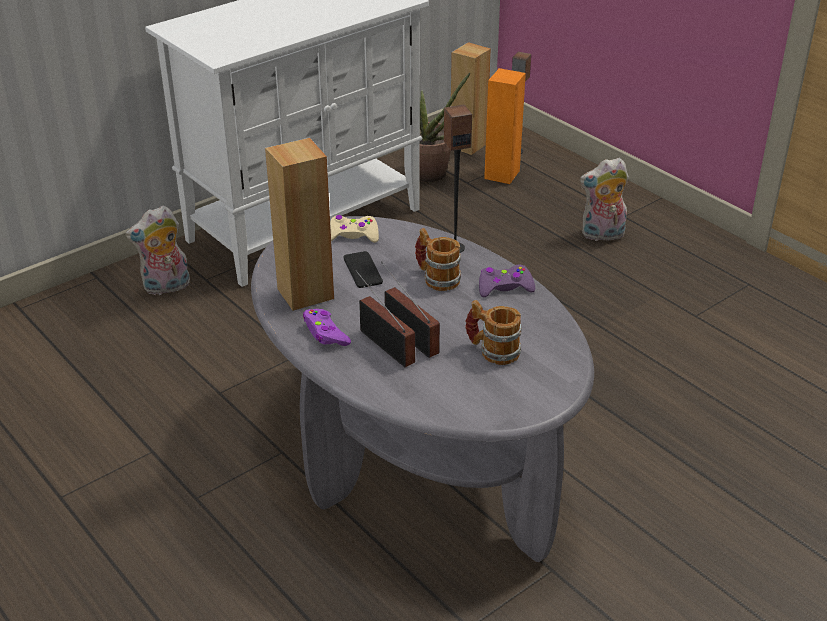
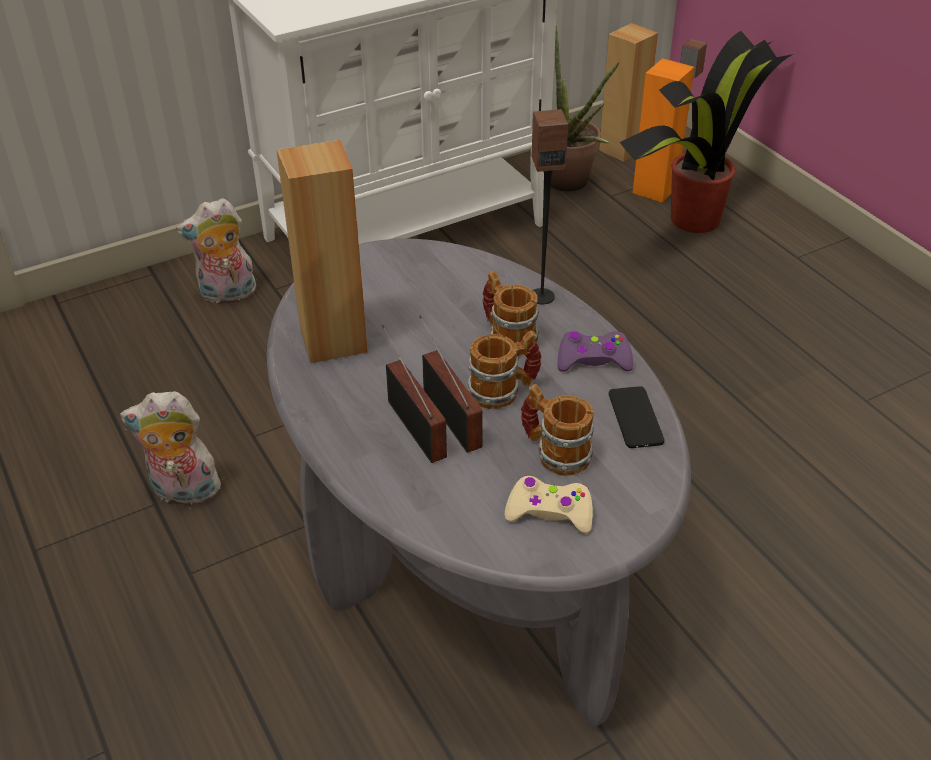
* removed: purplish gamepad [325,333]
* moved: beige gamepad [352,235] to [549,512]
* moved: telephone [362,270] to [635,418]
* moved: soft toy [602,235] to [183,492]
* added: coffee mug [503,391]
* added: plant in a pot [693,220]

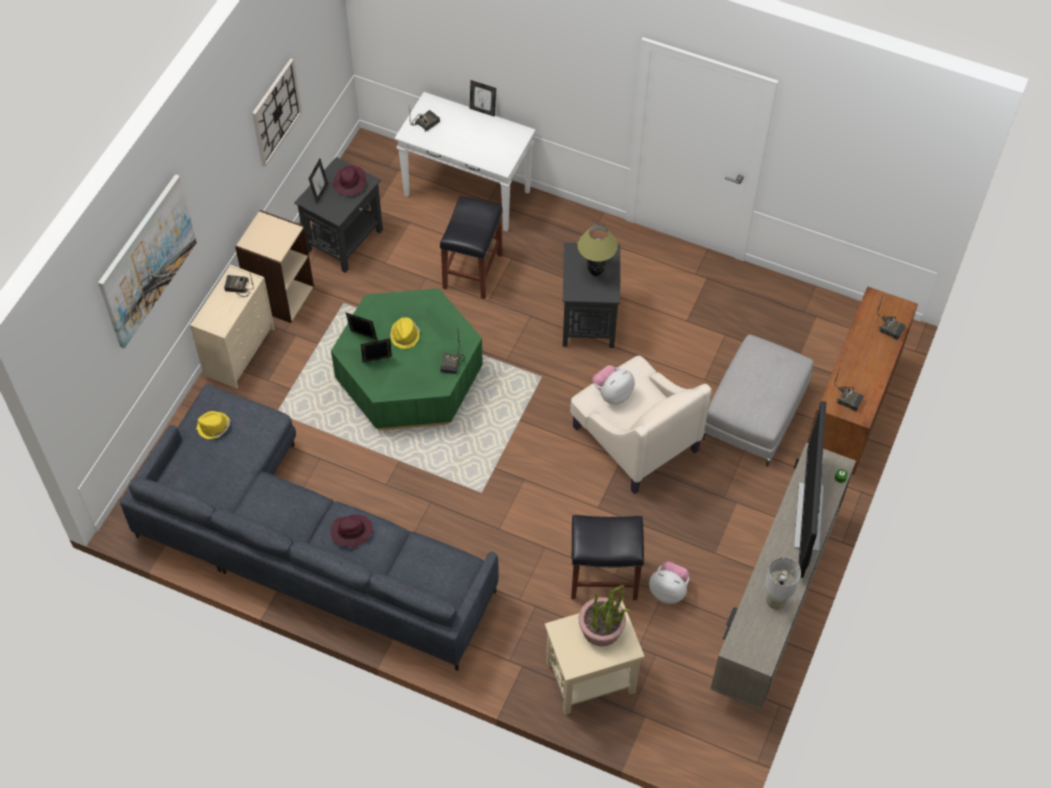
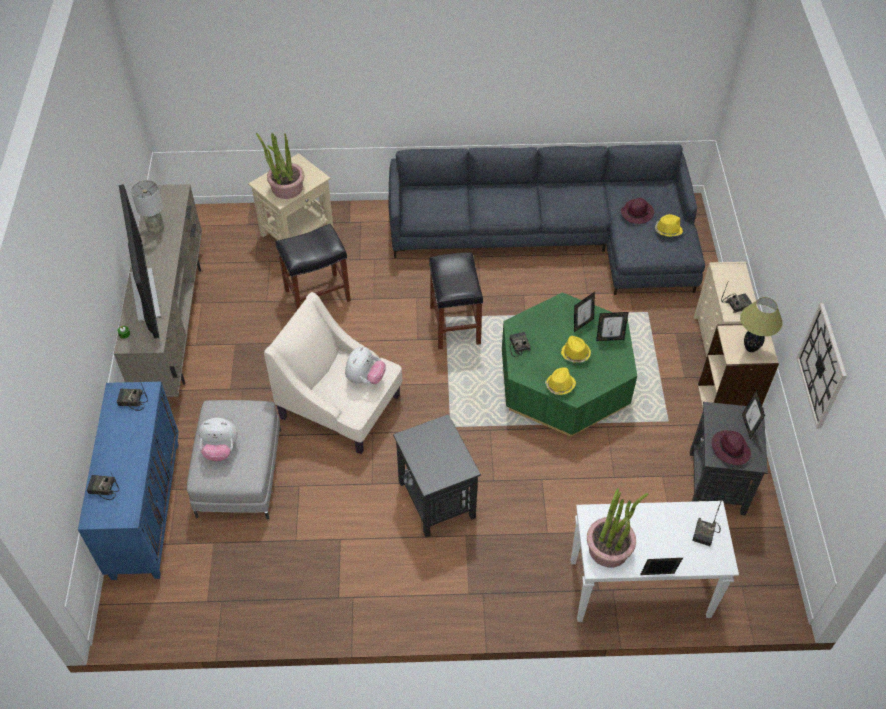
* removed: picture [147,260]
* moved: purplish hat [351,532] to [637,213]
* moved: blackish stool seat [472,270] to [455,325]
* moved: table lamp [595,272] to [750,348]
* moved: soft toy [668,590] to [220,449]
* recoloured: brown-coloured storage cabinet [850,414] to blue-coloured storage cabinet [145,508]
* added: yellow-coloured hat [559,385]
* added: plant in a pot [609,548]

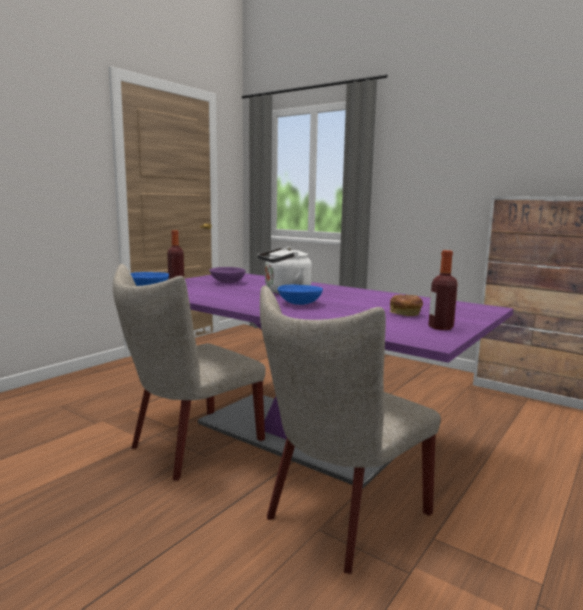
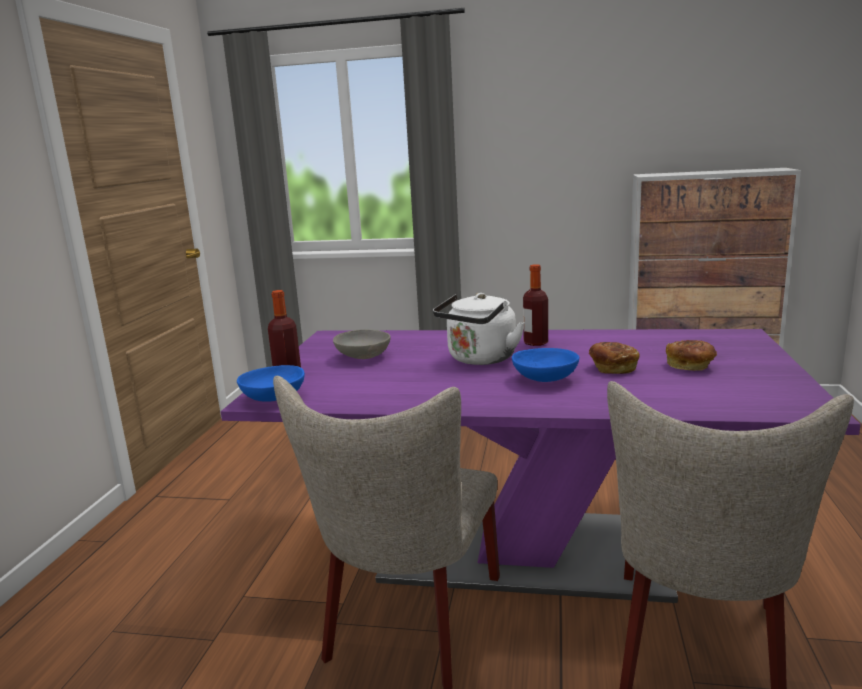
* recoloured: purplish bowl [228,282] to greyish bowl [363,356]
* moved: bottle [440,327] to [535,343]
* added: bakery bread [612,368]

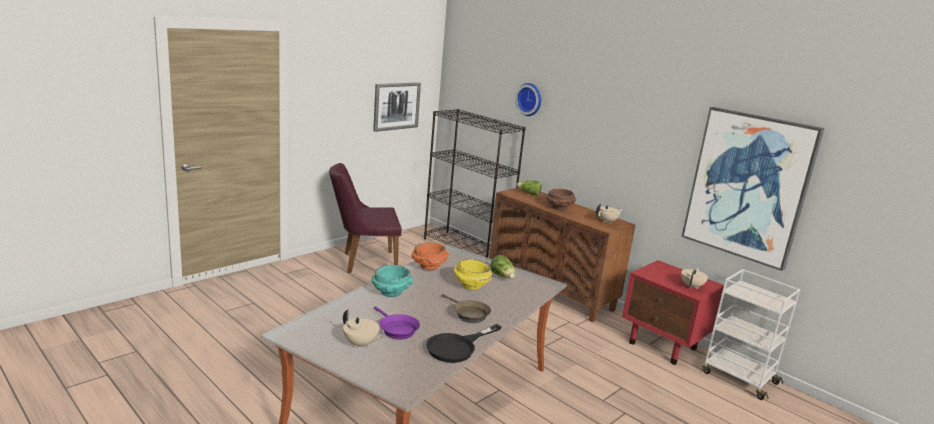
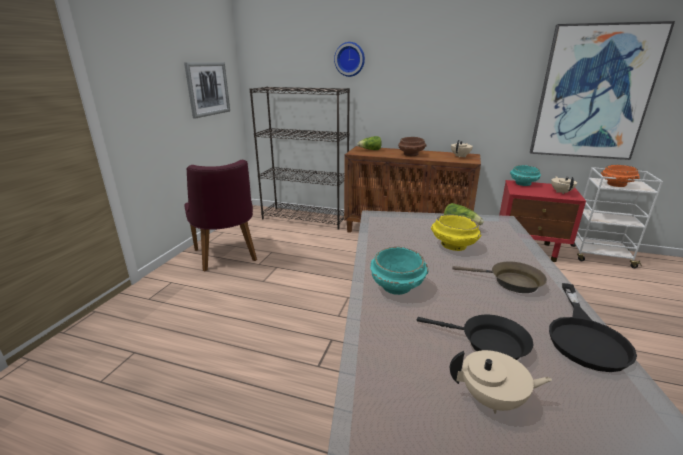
* turned: purplish chair [364,262] = [227,257] 75 degrees counterclockwise
* recoloured: purplish pan [396,329] to blackish pan [488,343]
* moved: orange-coloured bowl [429,267] to [617,185]
* added: blue-green bowl [523,184]

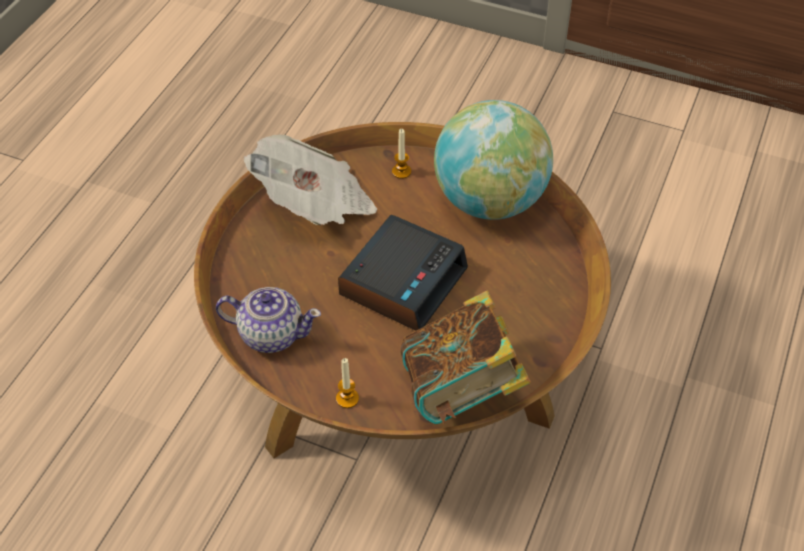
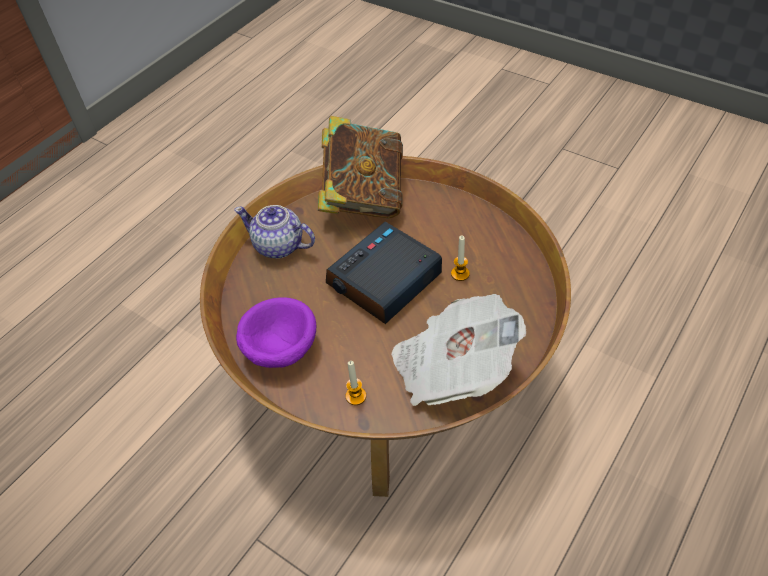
* moved: pot for tea [271,334] to [279,246]
* moved: wax light [347,398] to [460,274]
* replaced: world globe [489,201] to purplish bowl [280,349]

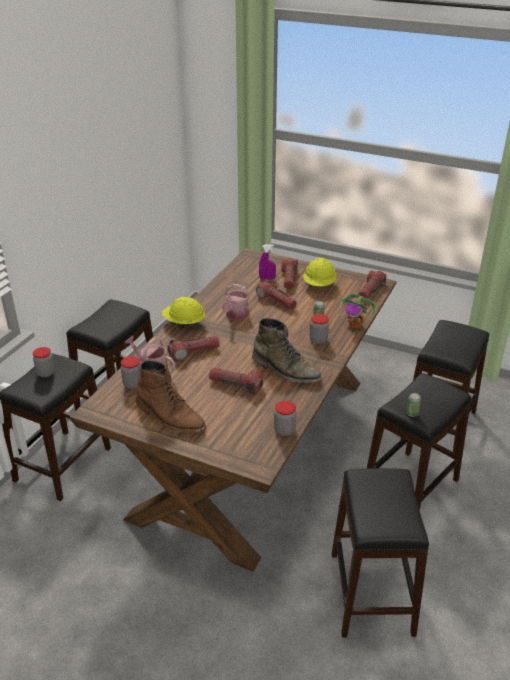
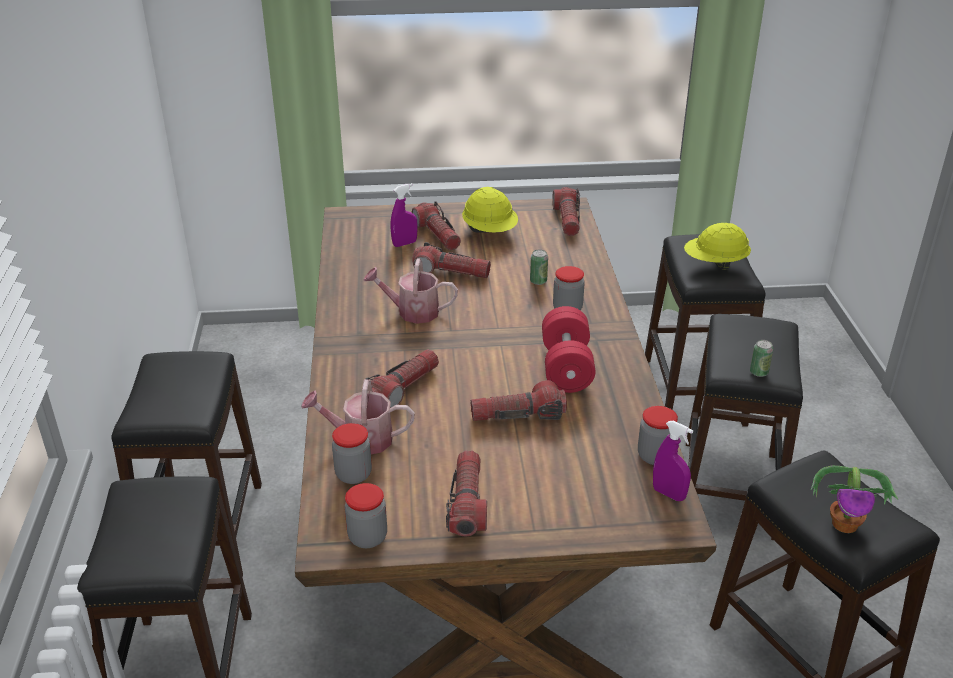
* moved: storage jar [46,373] to [367,537]
* replaced: brown-coloured tall boot [170,417] to flashlight [467,503]
* moved: yellow-coloured safety helmet [184,323] to [715,264]
* turned: sprinkling can [236,315] = [412,312] 105 degrees clockwise
* replaced: greenish tall boot [285,370] to red-coloured dumbbell [566,367]
* moved: plant in a pot [355,325] to [845,524]
* added: purplish hand sprayer [668,494]

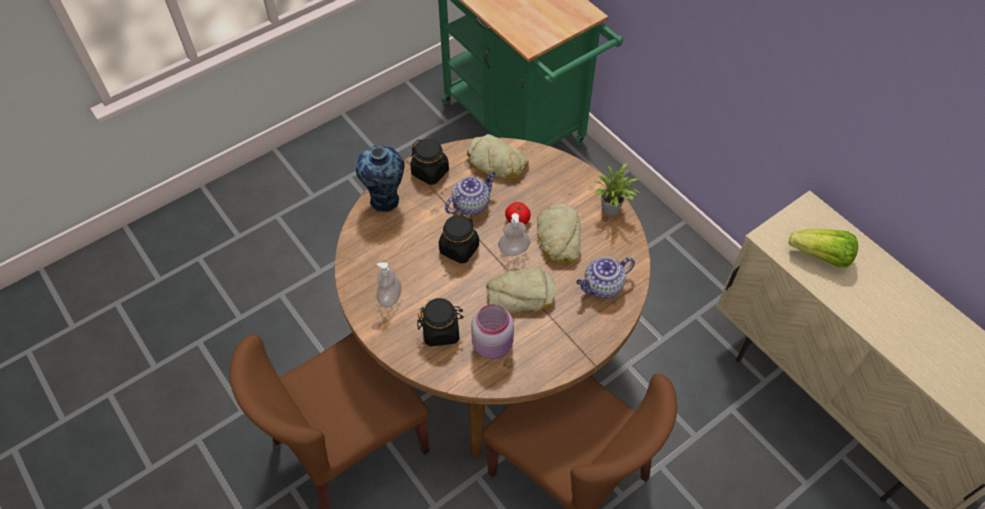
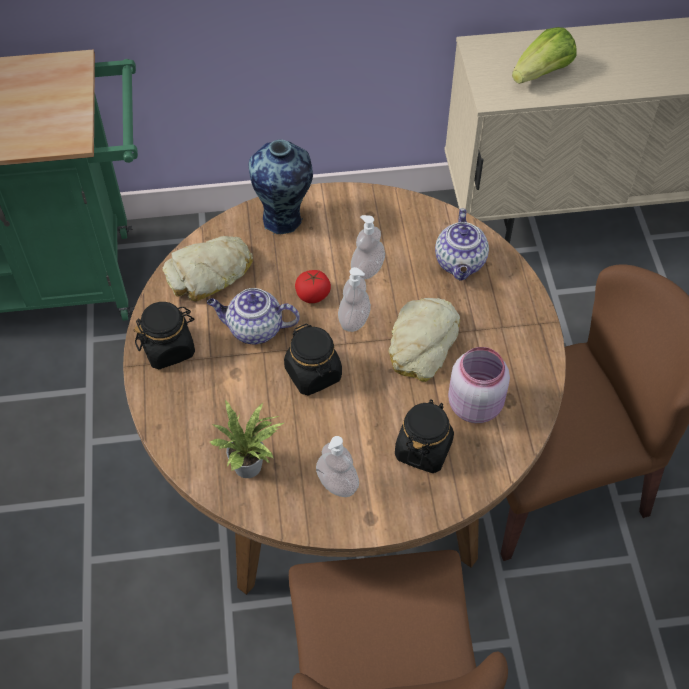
* moved: flower vase [386,201] to [284,219]
* turned: pot for tea [471,204] = [254,329] 75 degrees counterclockwise
* replaced: bakery bread [558,238] to liquid soap bottle [367,269]
* moved: plant in a pot [611,210] to [251,466]

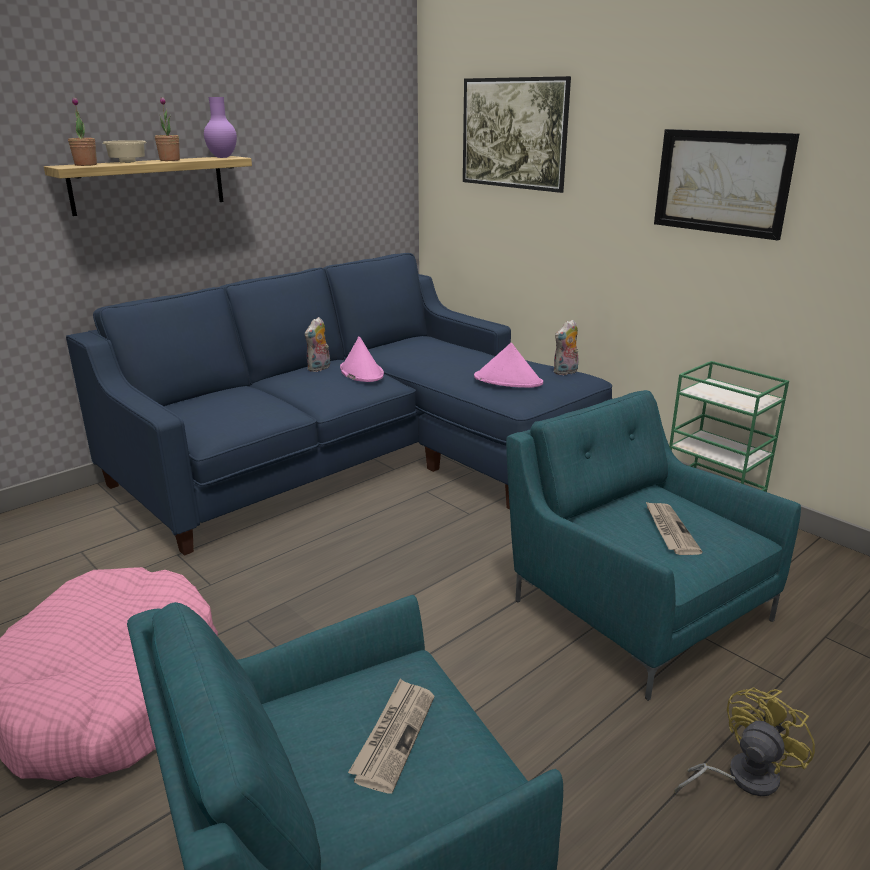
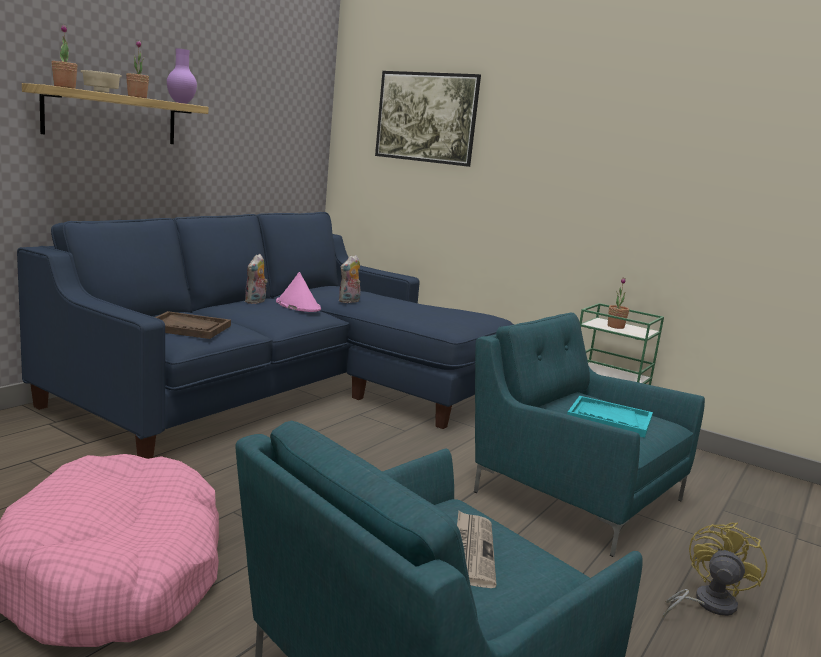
* removed: pink-coloured hat [508,380]
* moved: soft toy [565,372] to [349,301]
* replaced: newspaper [669,530] to blue-green carrying tray [609,419]
* removed: picture [722,182]
* added: brown-coloured carrying tray [188,327]
* added: plant in a pot [615,326]

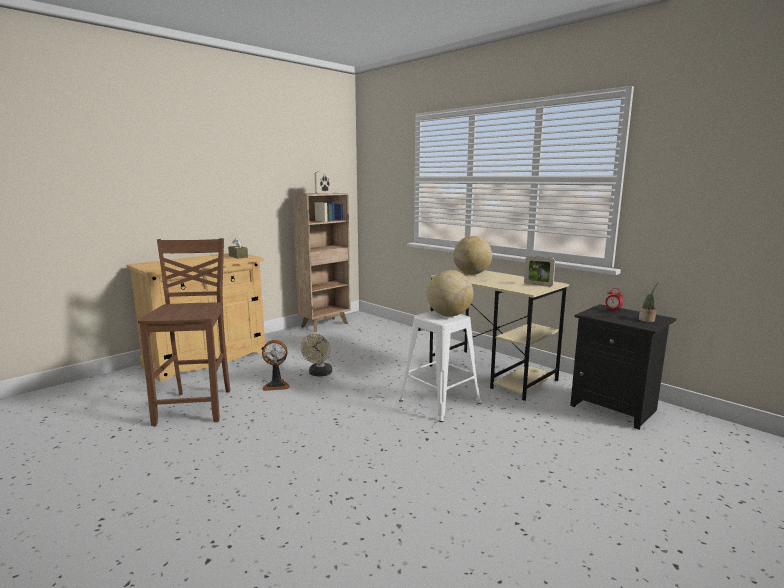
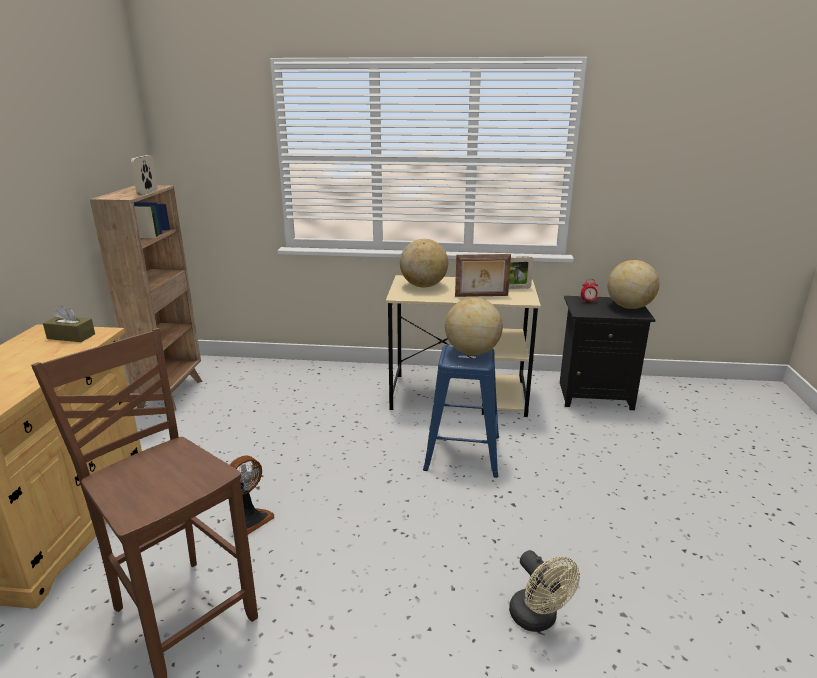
* moved: beige cooling fan [319,374] to [538,619]
* recoloured: white-coloured stool seat [438,401] to blue-coloured stool seat [461,453]
* replaced: plant in a pot [647,320] to world globe [629,307]
* added: standing frame [481,296]

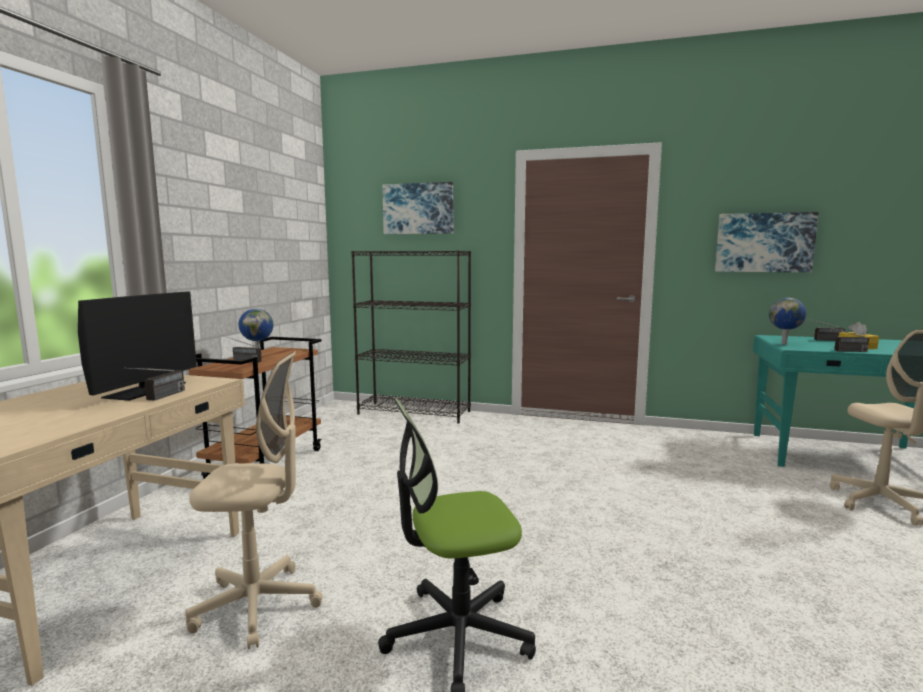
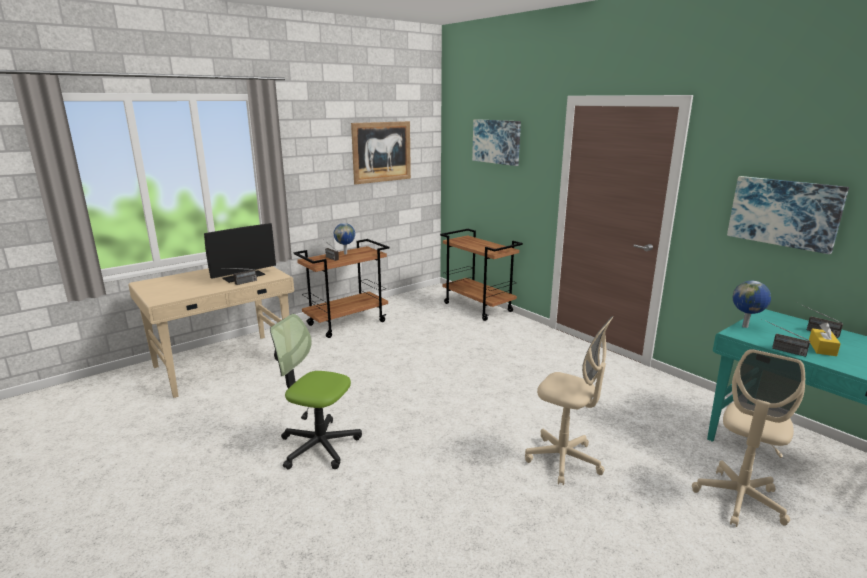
* moved: beige office chair [257,606] to [563,460]
* replaced: blackish bookcase [415,412] to brown-coloured trolley [478,307]
* added: picture [381,152]

